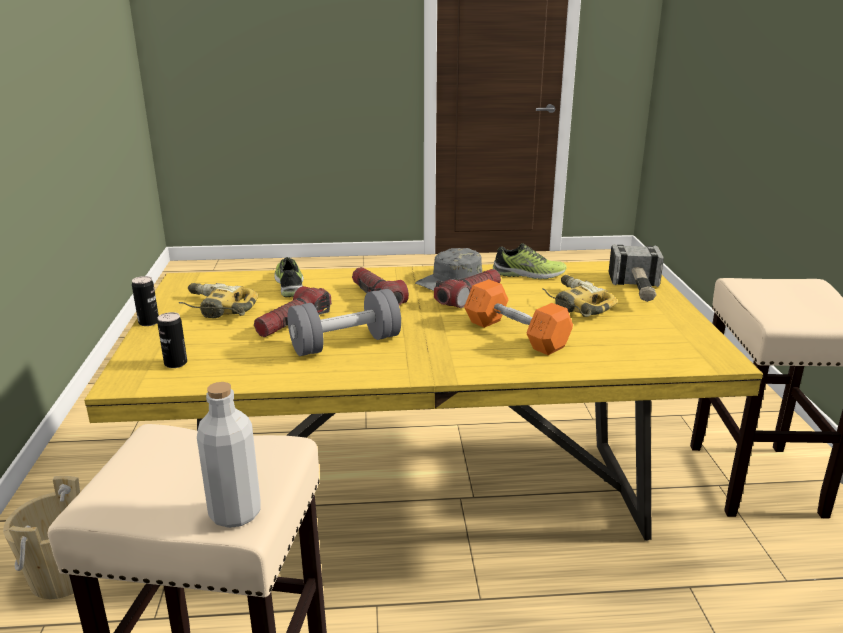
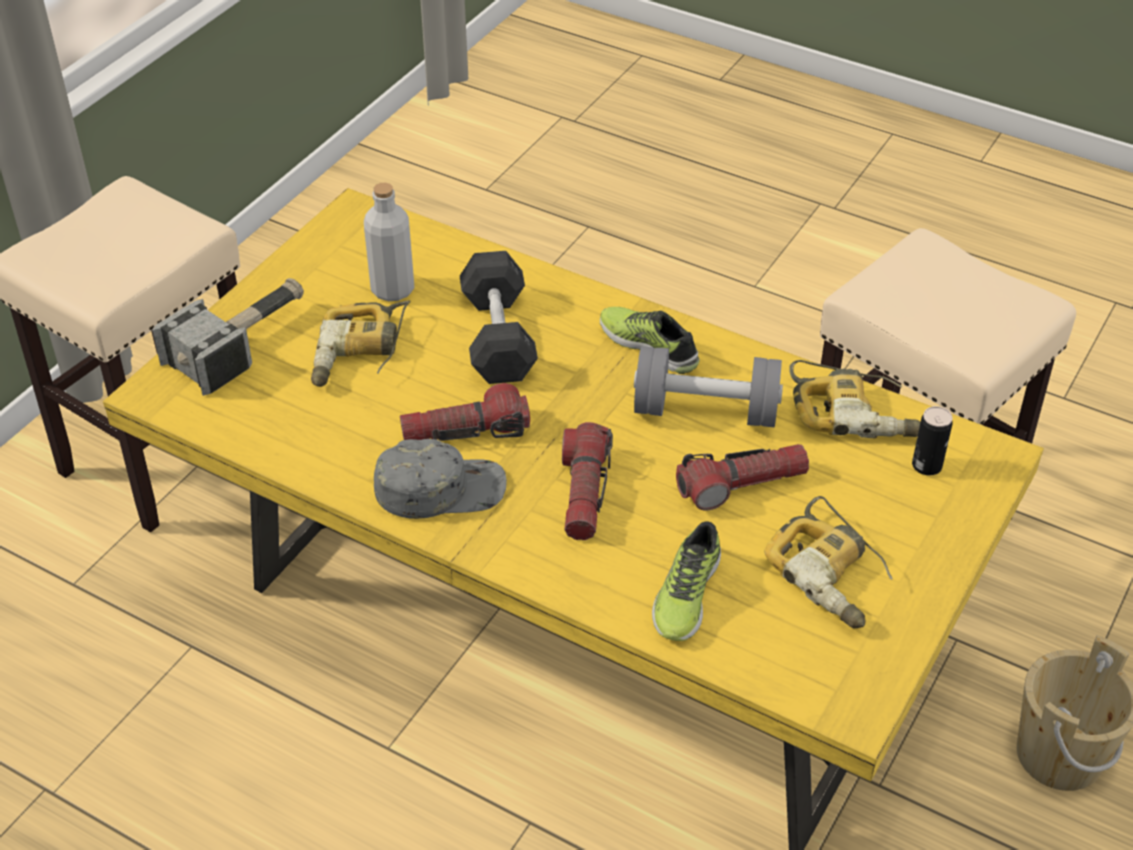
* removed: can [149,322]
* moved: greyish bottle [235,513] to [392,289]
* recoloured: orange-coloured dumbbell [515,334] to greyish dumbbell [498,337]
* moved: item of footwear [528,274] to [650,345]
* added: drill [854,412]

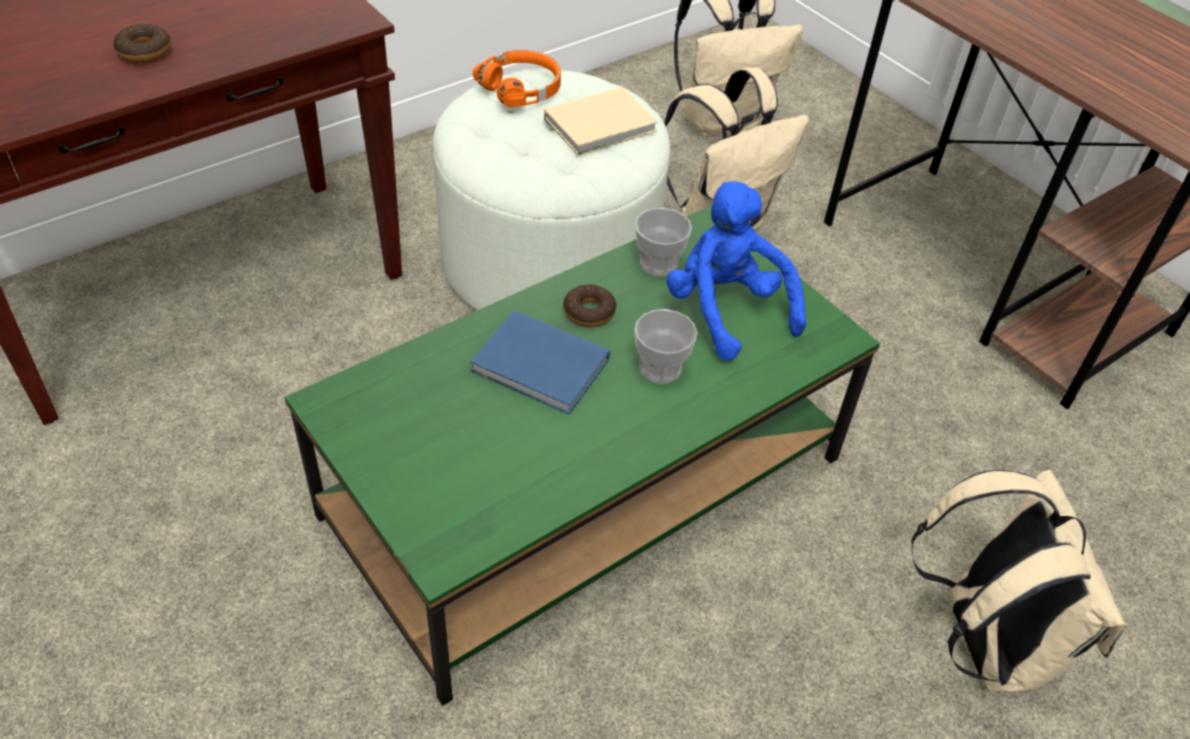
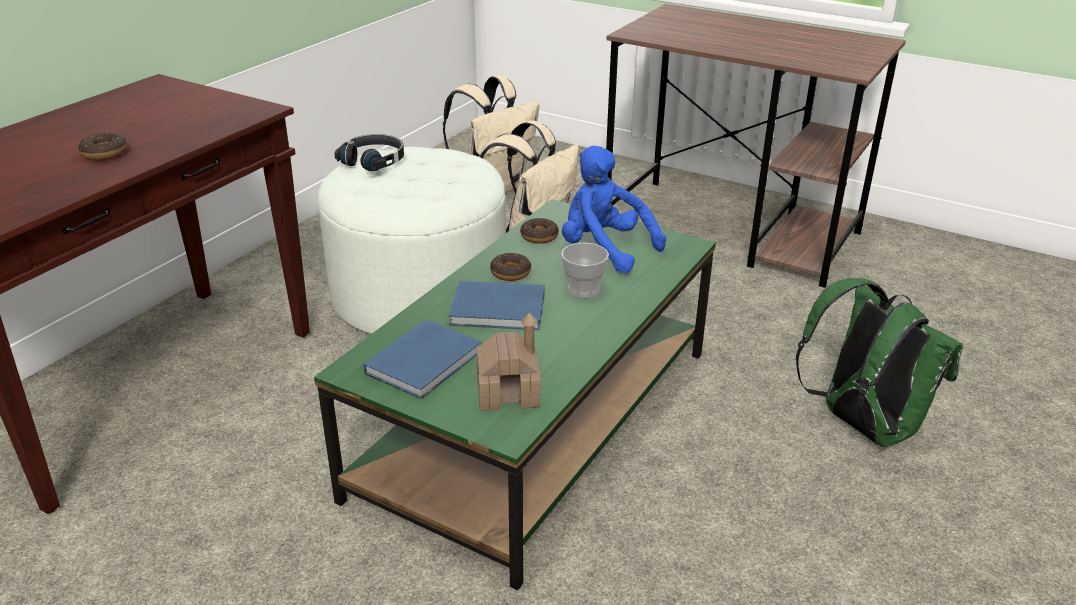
* recoloured: orange-coloured headset [521,88] to blackish headset [374,160]
* removed: beige book [603,125]
* replaced: small cup [658,263] to doughnut [539,236]
* recoloured: beige knapsack [983,641] to greenish knapsack [861,426]
* added: blue-coloured book [427,361]
* added: model house [508,391]

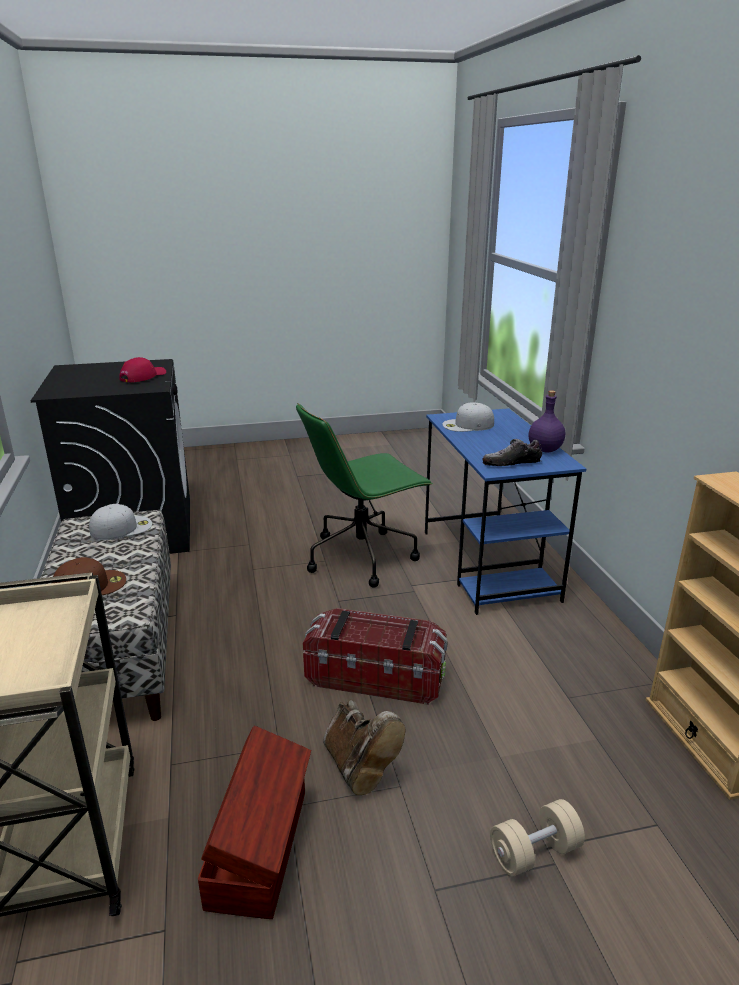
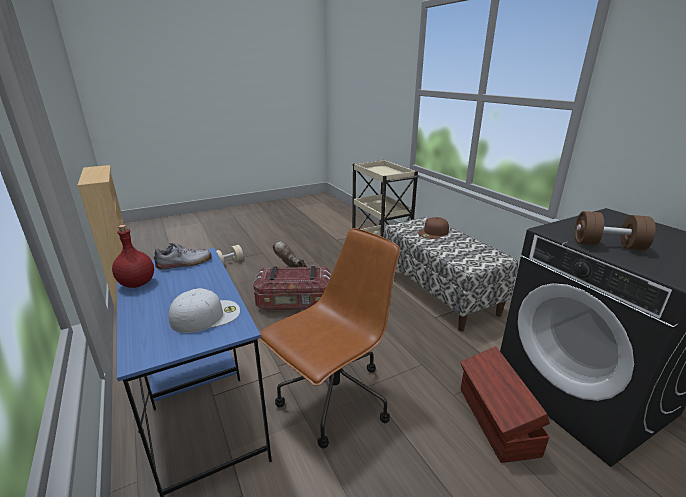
* removed: white-coloured peaked cap [122,528]
* replaced: red-coloured peaked cap [143,376] to brown-coloured dumbbell [607,245]
* moved: brown-coloured storage box [261,846] to [496,421]
* recoloured: greenish office chair [362,556] to brown-coloured office chair [333,400]
* recoloured: purplish bottle [545,450] to red-coloured bottle [137,283]

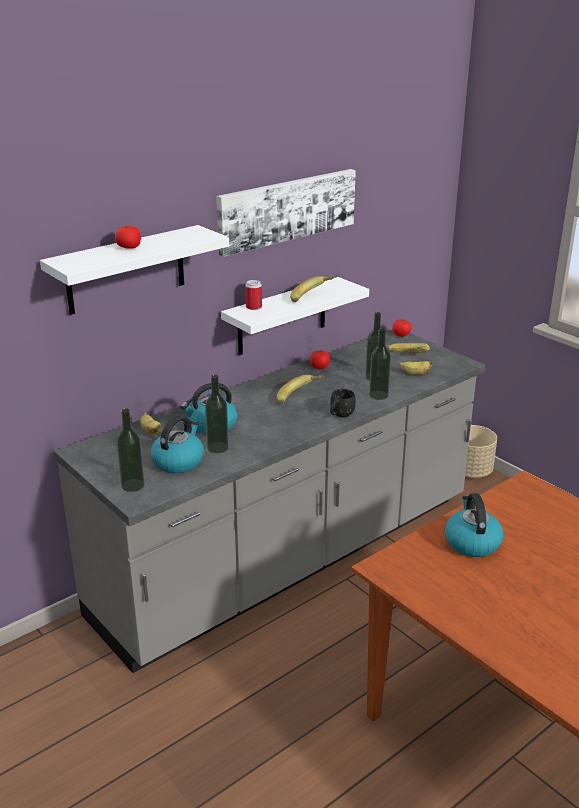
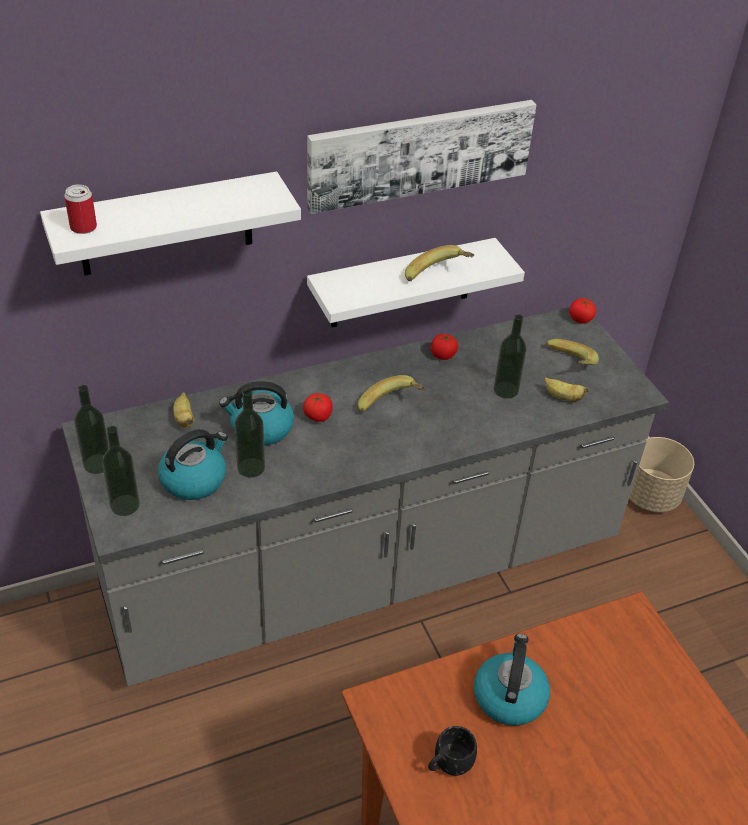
* moved: tomato [129,247] to [318,416]
* moved: can [254,307] to [83,227]
* moved: blackish coffee mug [340,415] to [449,764]
* moved: bottle [378,395] to [97,464]

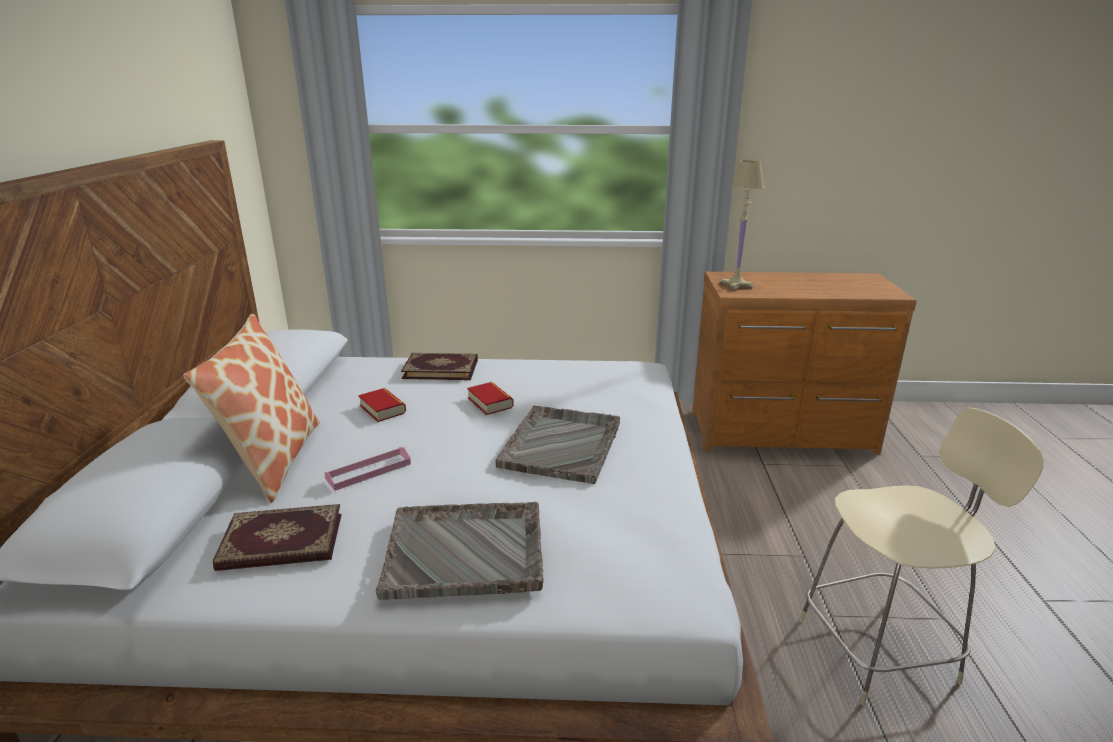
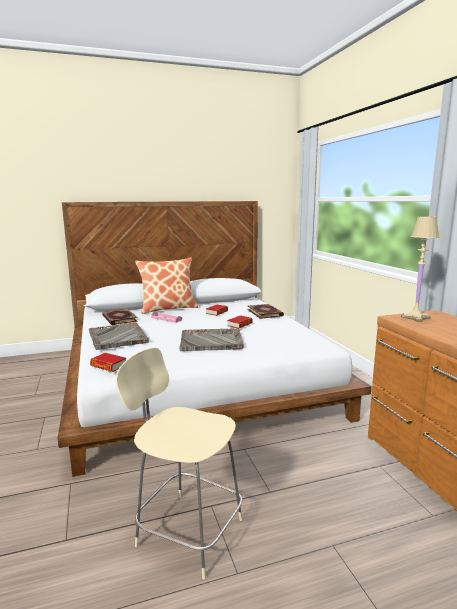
* turned: beige chair [881,649] = [187,530] 150 degrees clockwise
* added: book [108,365]

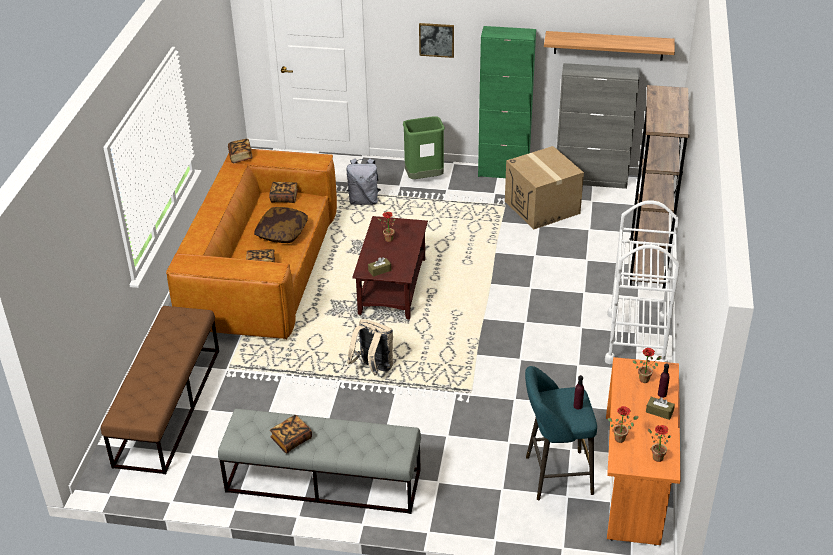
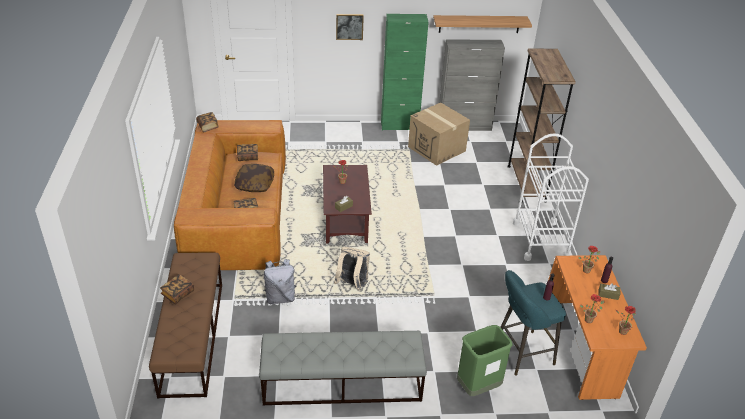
* moved: book [291,440] to [178,294]
* moved: greyish knapsack [364,201] to [280,297]
* moved: greenish waste bin [424,178] to [478,387]

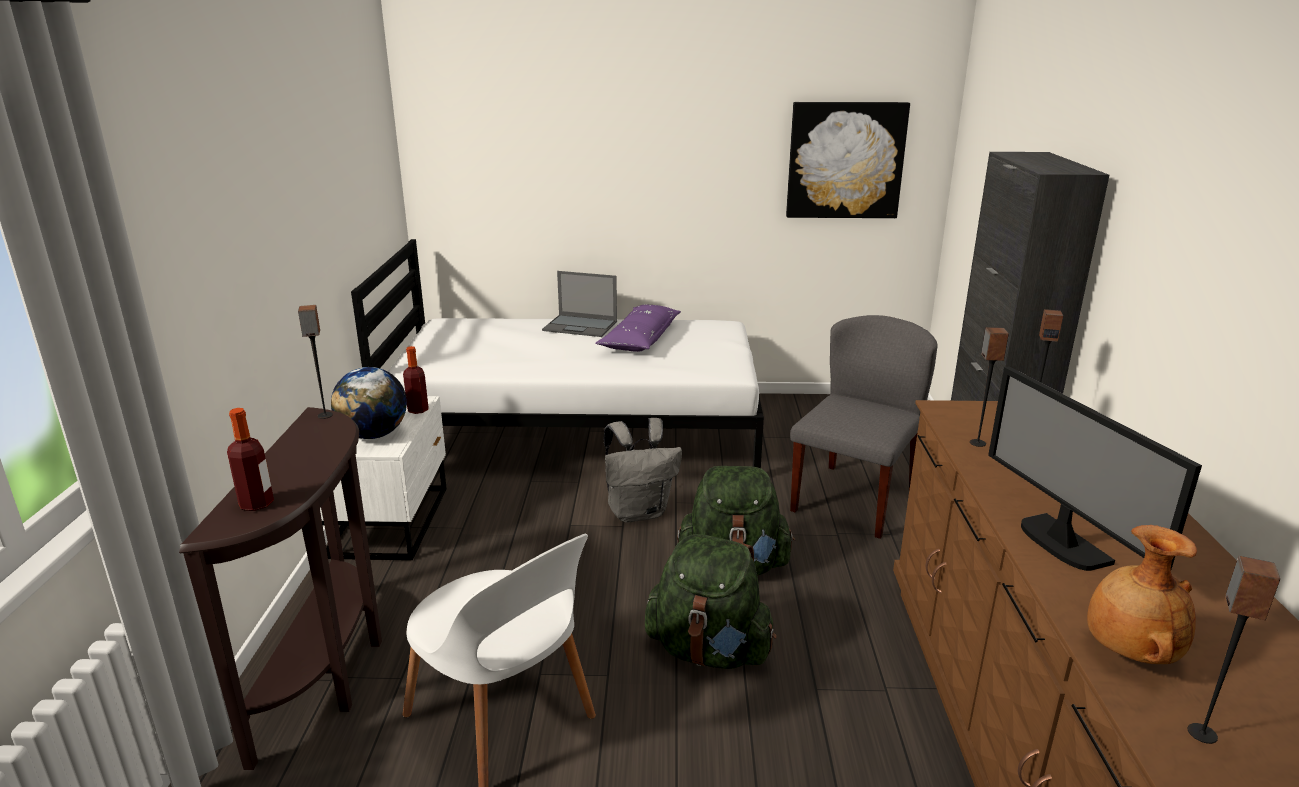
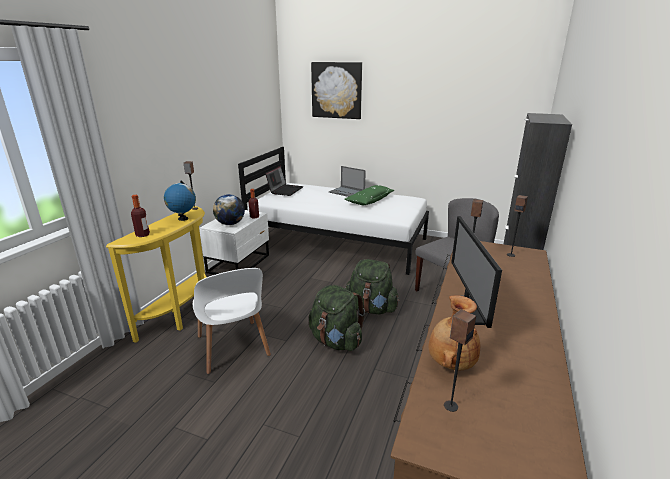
* recoloured: brown-coloured hall table [331,672] to yellow-coloured hall table [183,314]
* recoloured: purplish cushion [640,339] to greenish cushion [369,200]
* removed: greyish knapsack [639,512]
* moved: picture [845,160] to [336,90]
* added: world globe [183,219]
* added: notebook computer [285,190]

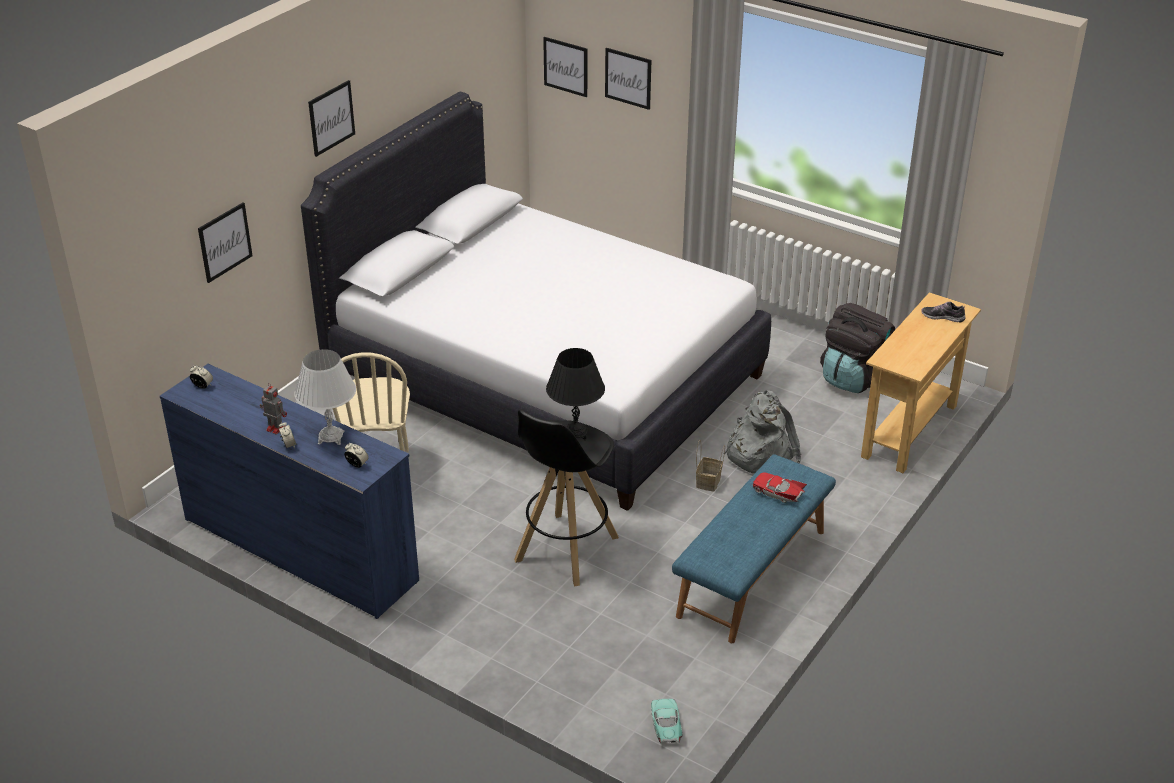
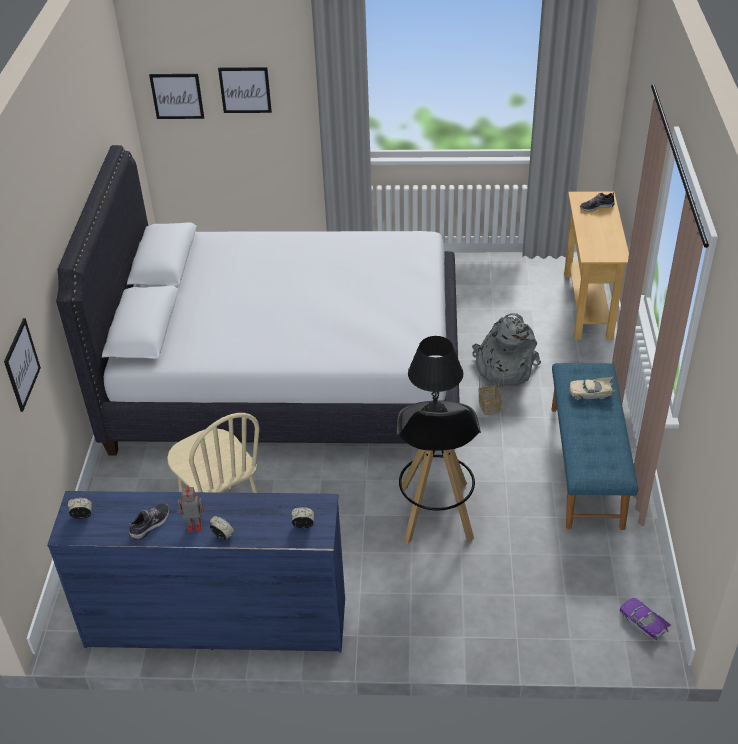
* removed: white-coloured table lamp [331,437]
* removed: picture [331,118]
* recoloured: blue-green toy car [666,726] to purplish toy car [642,623]
* recoloured: red-coloured toy car [778,493] to beige toy car [591,393]
* removed: blackish knapsack [853,377]
* added: item of footwear [150,524]

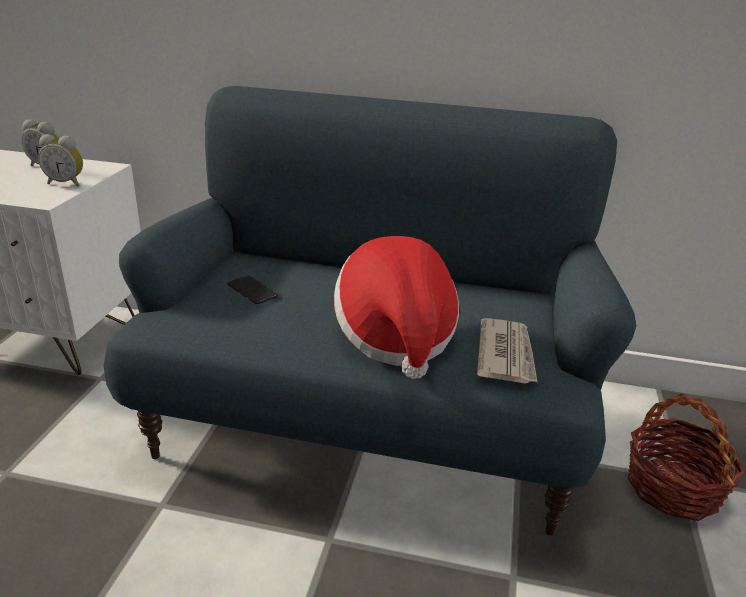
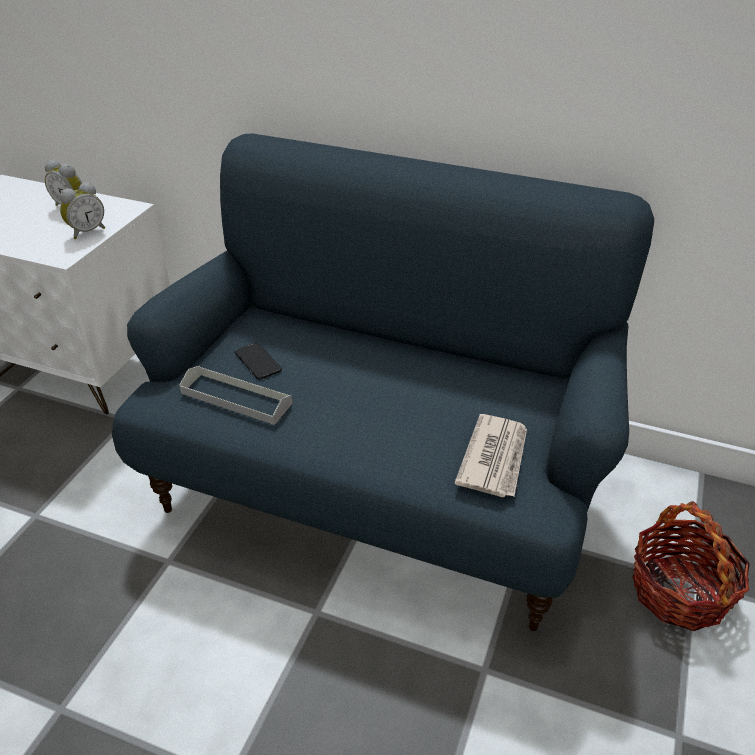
* turned: alarm clock [66,183] = [87,231] 60 degrees counterclockwise
* removed: hat [395,336]
* added: greyish carrying tray [236,398]

